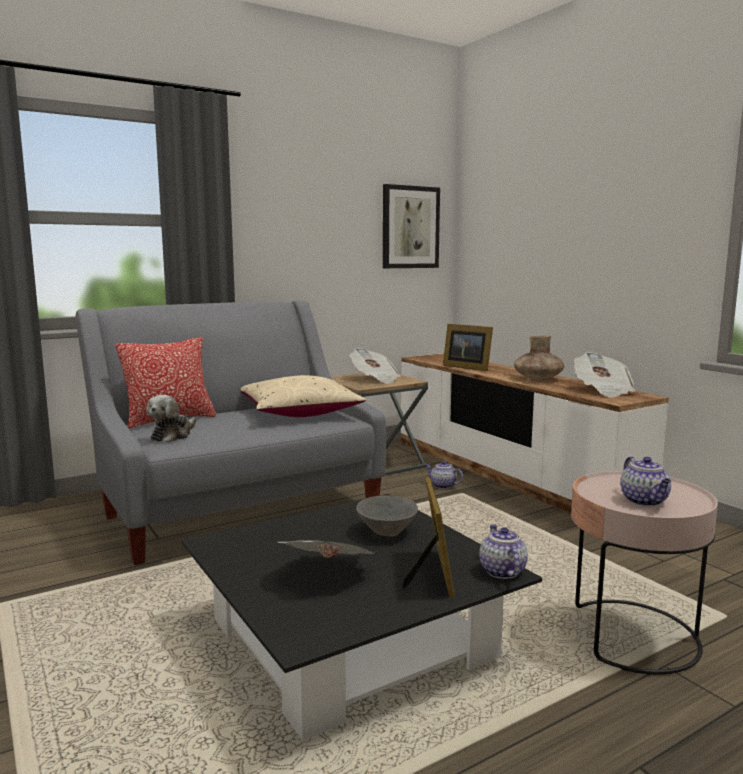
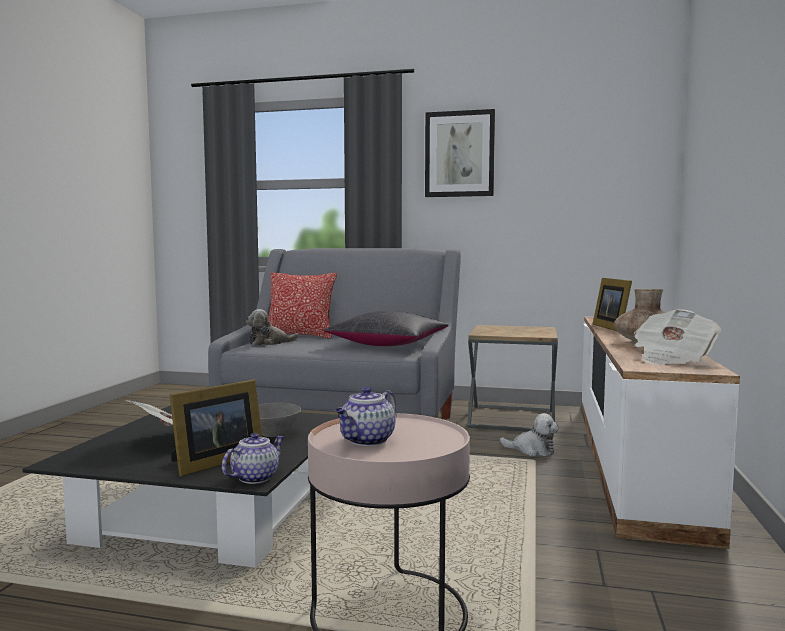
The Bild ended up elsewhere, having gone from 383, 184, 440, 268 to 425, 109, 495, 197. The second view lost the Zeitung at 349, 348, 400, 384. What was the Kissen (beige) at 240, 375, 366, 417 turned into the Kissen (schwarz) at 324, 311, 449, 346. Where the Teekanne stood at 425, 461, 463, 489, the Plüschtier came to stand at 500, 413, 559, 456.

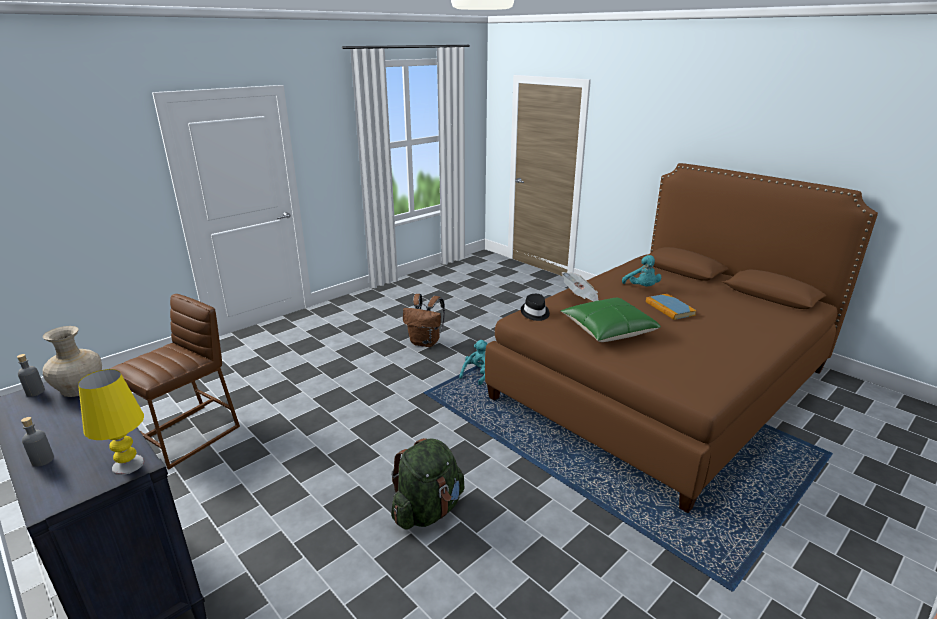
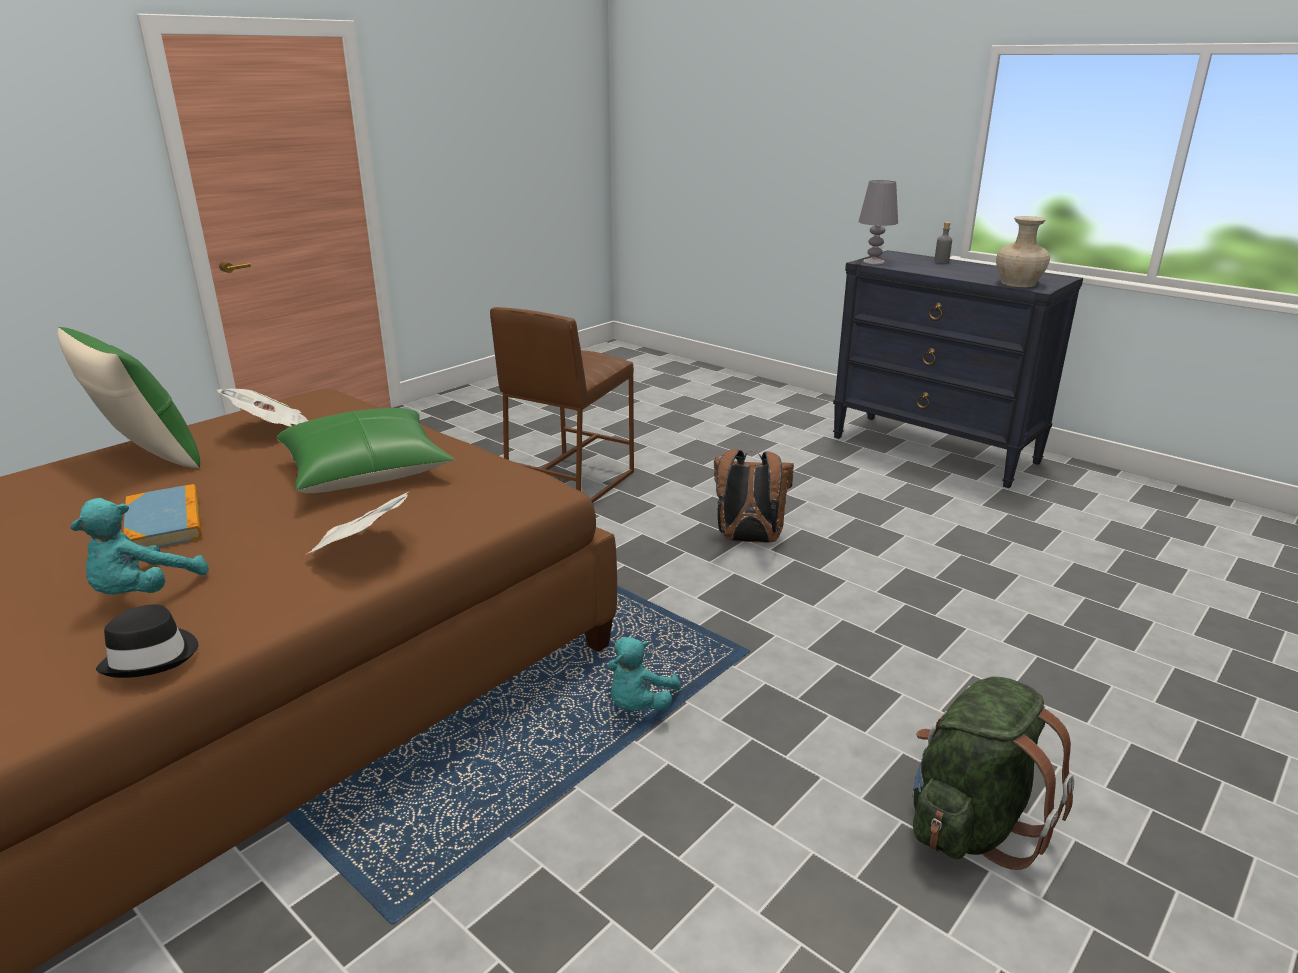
The Plüschtier (türkis) at 622, 255, 661, 286 ended up facing another way, 135 degrees counterclockwise from before. The Hocker (braun) ended up elsewhere, having gone from 110, 294, 240, 470 to 490, 307, 634, 503. The Rucksack (braun) ended up elsewhere, having gone from 403, 294, 445, 347 to 714, 449, 794, 543. The Hut (schwarz) ended up elsewhere, having gone from 521, 294, 550, 321 to 96, 604, 198, 678. The second view lost the Flasche (grau) at 17, 354, 45, 396. What was the Tischlampe (gelb) at 78, 369, 144, 475 turned into the Tischlampe (grau) at 859, 180, 898, 264. The Rucksack (grün) ended up elsewhere, having gone from 391, 438, 464, 530 to 912, 677, 1074, 870. The second view gained the Kissen (grün) at 57, 327, 200, 468. The second view gained the Zeitung at 217, 389, 308, 427.

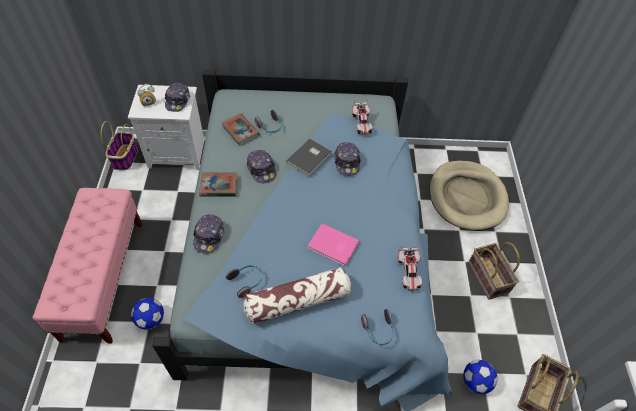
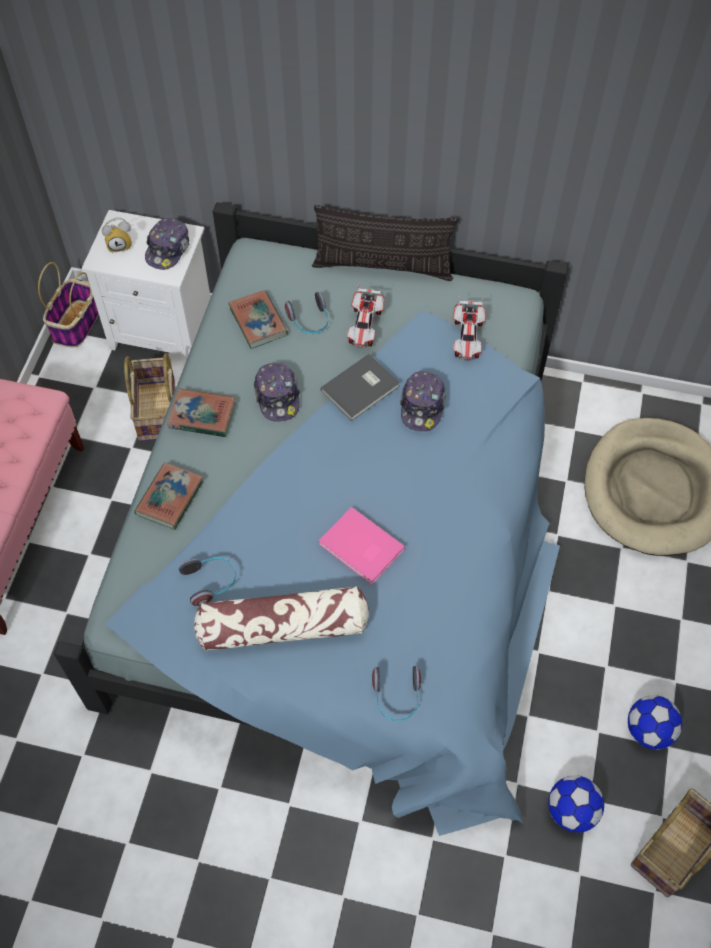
Where the Kappe stood at 193, 214, 224, 254, the Buch came to stand at 134, 462, 203, 530. The Korb ended up elsewhere, having gone from 468, 242, 520, 300 to 124, 353, 175, 441. The Spielzeugauto ended up elsewhere, having gone from 398, 243, 423, 291 to 347, 282, 384, 348. The Fußball ended up elsewhere, having gone from 131, 298, 164, 330 to 628, 695, 682, 750. The second view gained the Kissen at 312, 205, 458, 281.

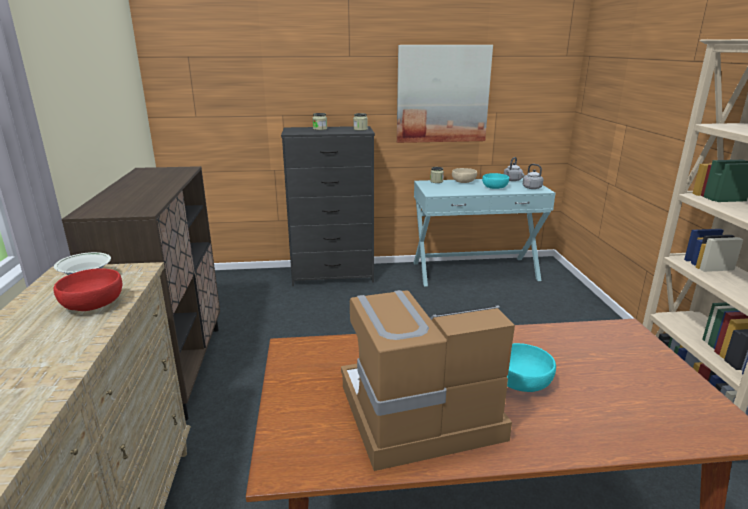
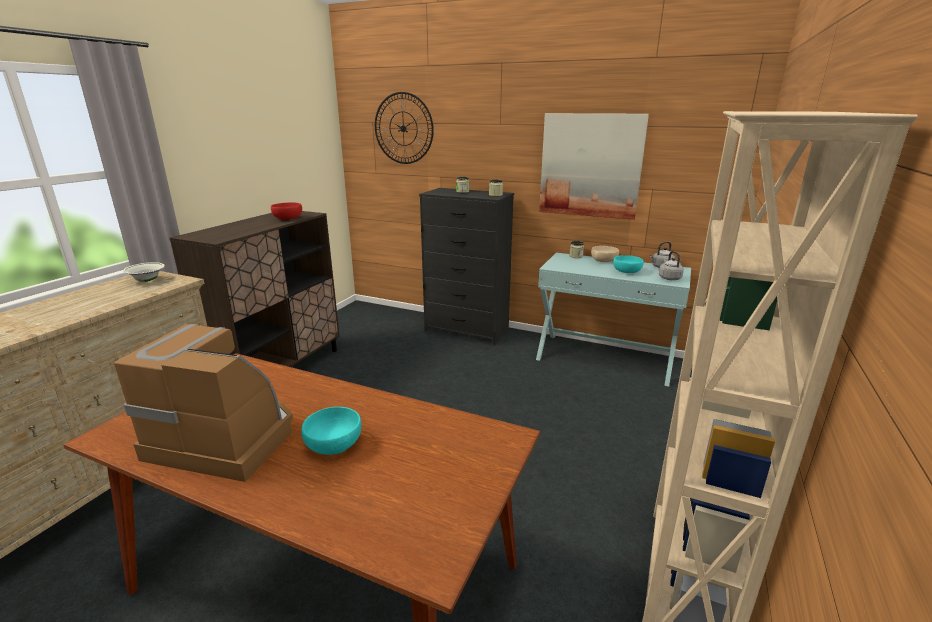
The Schüssel (rot) ended up elsewhere, having gone from 54, 268, 122, 311 to 271, 202, 302, 219. The second view gained the Wanduhr at 375, 92, 434, 164.

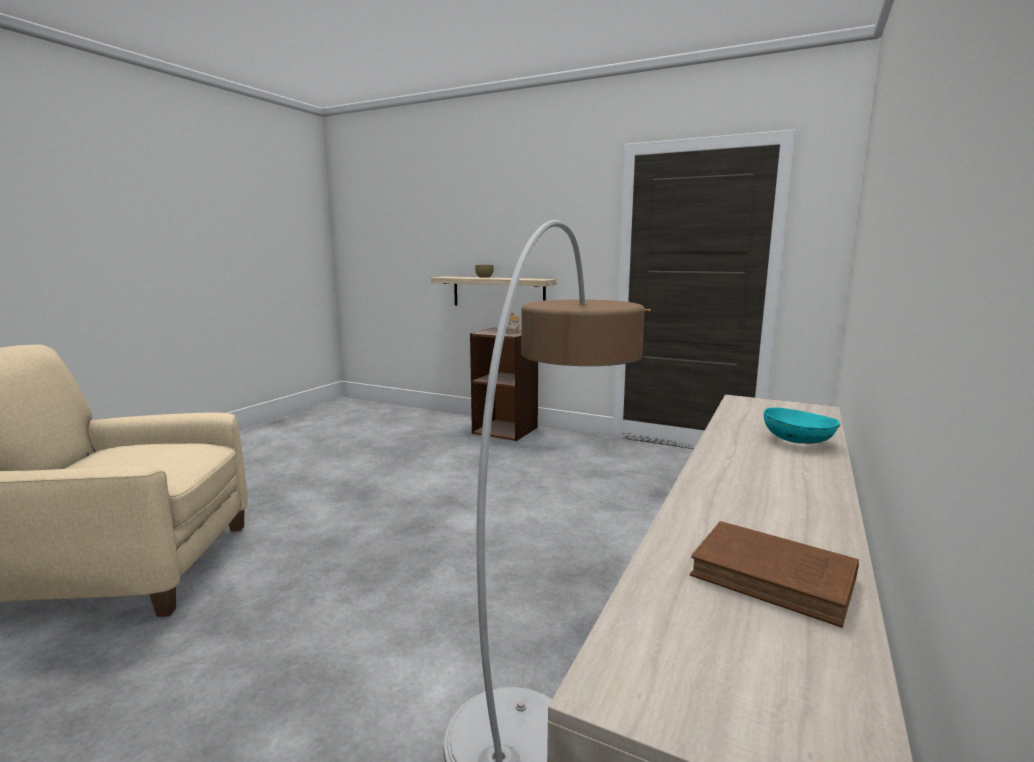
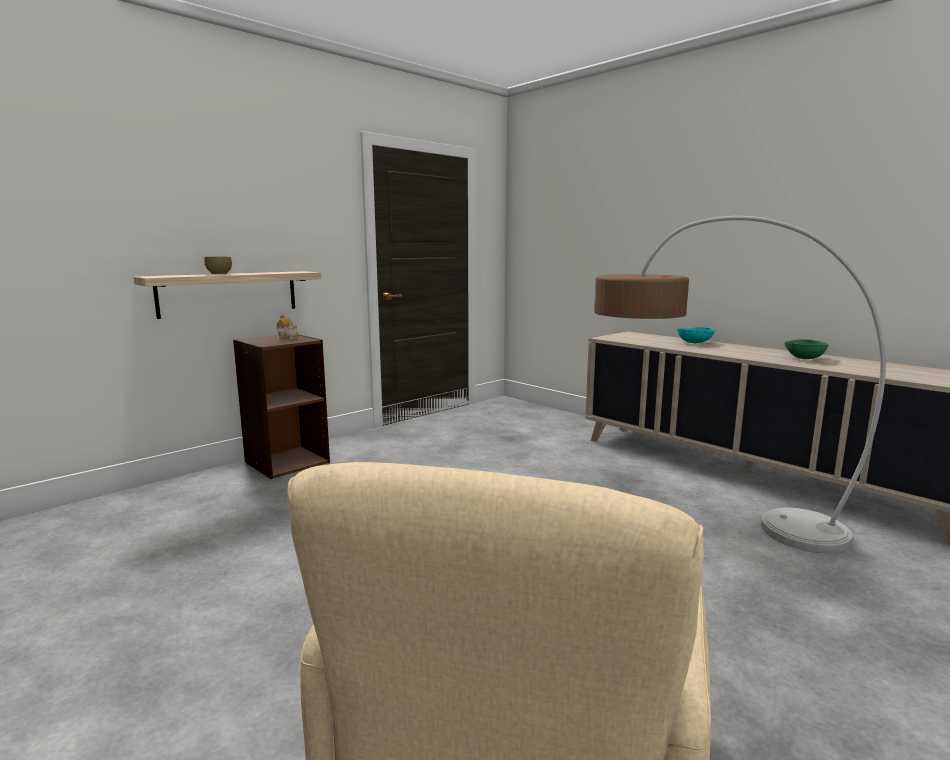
The second view lost the Buch (braun) at 690, 521, 859, 628. The second view gained the Schüssel (grün) at 784, 339, 829, 359.

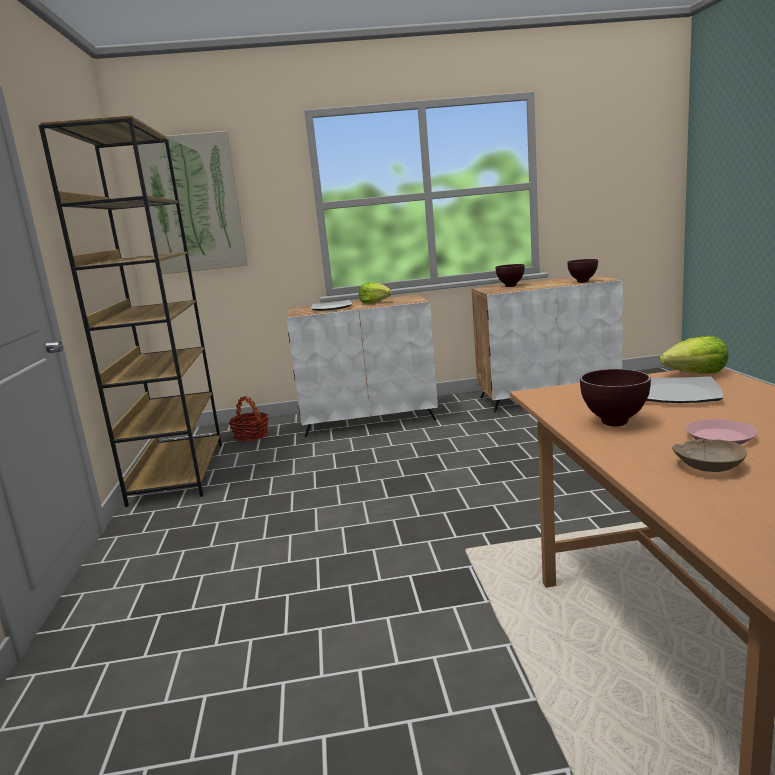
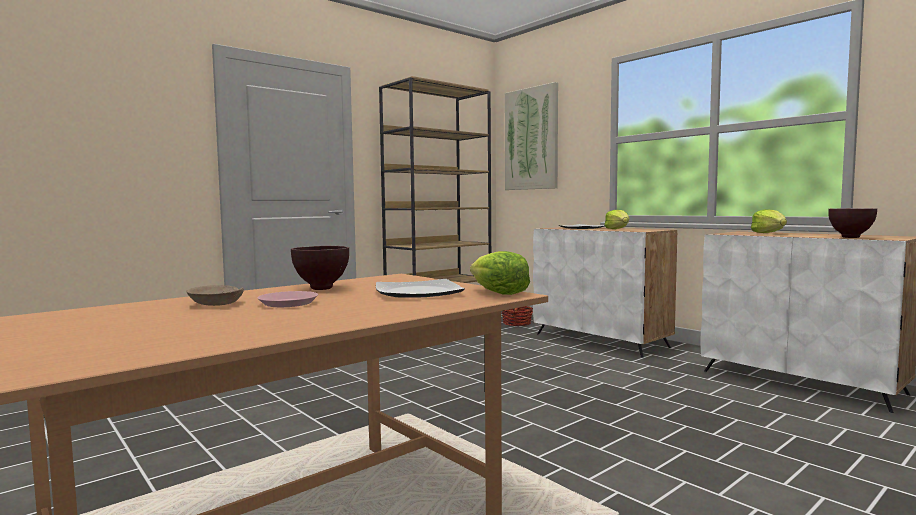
Where the Schüssel (braun) stood at 496, 264, 525, 287, the Salatkopf came to stand at 751, 209, 787, 233.

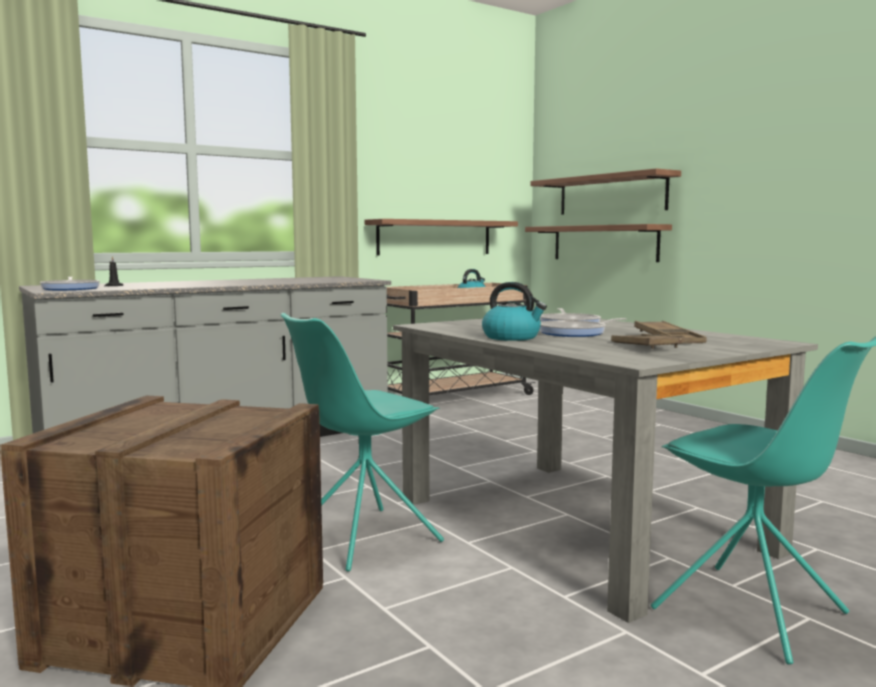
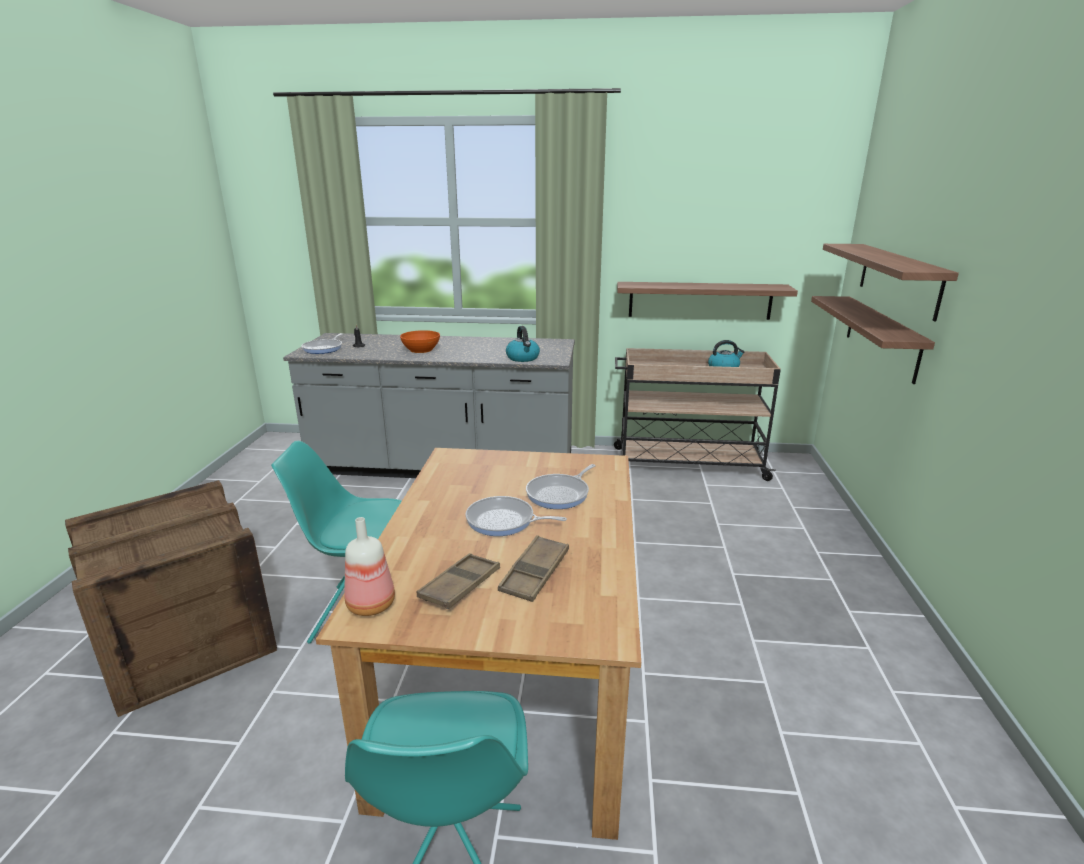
The Wasserkessel ended up elsewhere, having gone from 482, 282, 547, 341 to 506, 326, 540, 362. What was the Esstisch (grau) at 393, 313, 818, 623 turned into the Esstisch (braun) at 316, 448, 641, 840. The second view gained the Schüssel (orange) at 400, 330, 440, 353. The second view gained the Flasche at 344, 517, 395, 616.

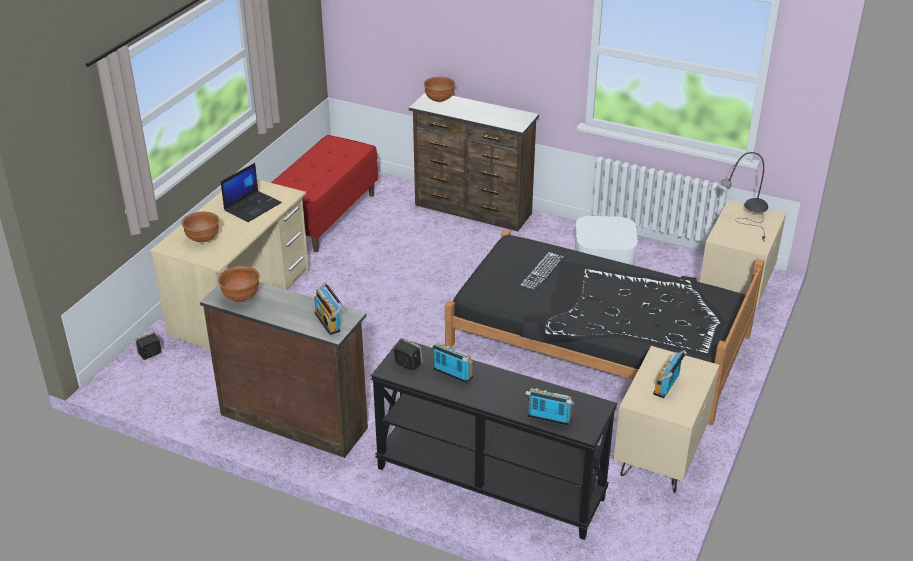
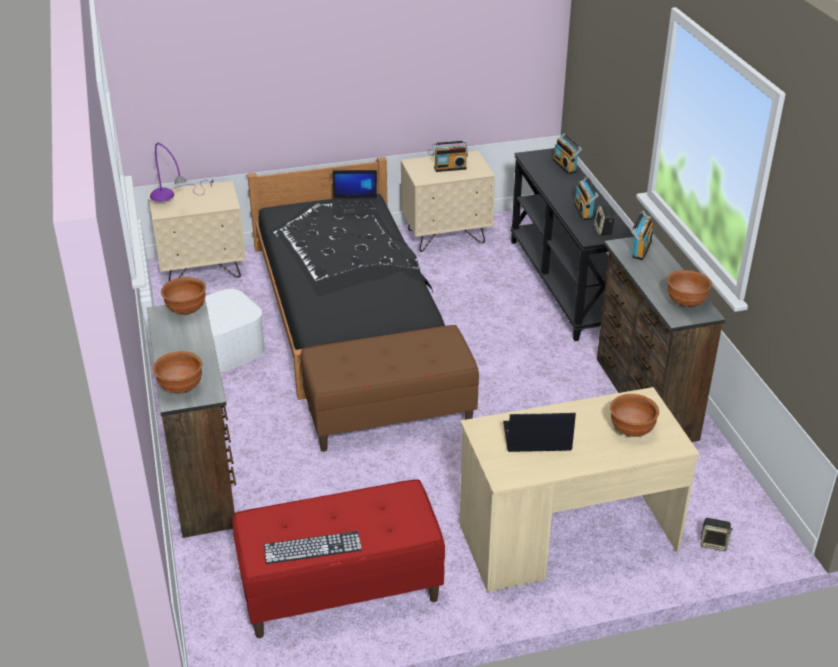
What was the Tischlampe (grau) at 721, 152, 768, 241 turned into the Tischlampe (lila) at 150, 143, 213, 202. The Tastatur ended up elsewhere, having gone from 520, 252, 564, 291 to 264, 531, 362, 564. The second view gained the Laptop at 332, 170, 378, 215. The second view gained the Schüssel (braun) at 161, 277, 206, 315. The second view gained the Bank (braun) at 301, 325, 479, 452.

